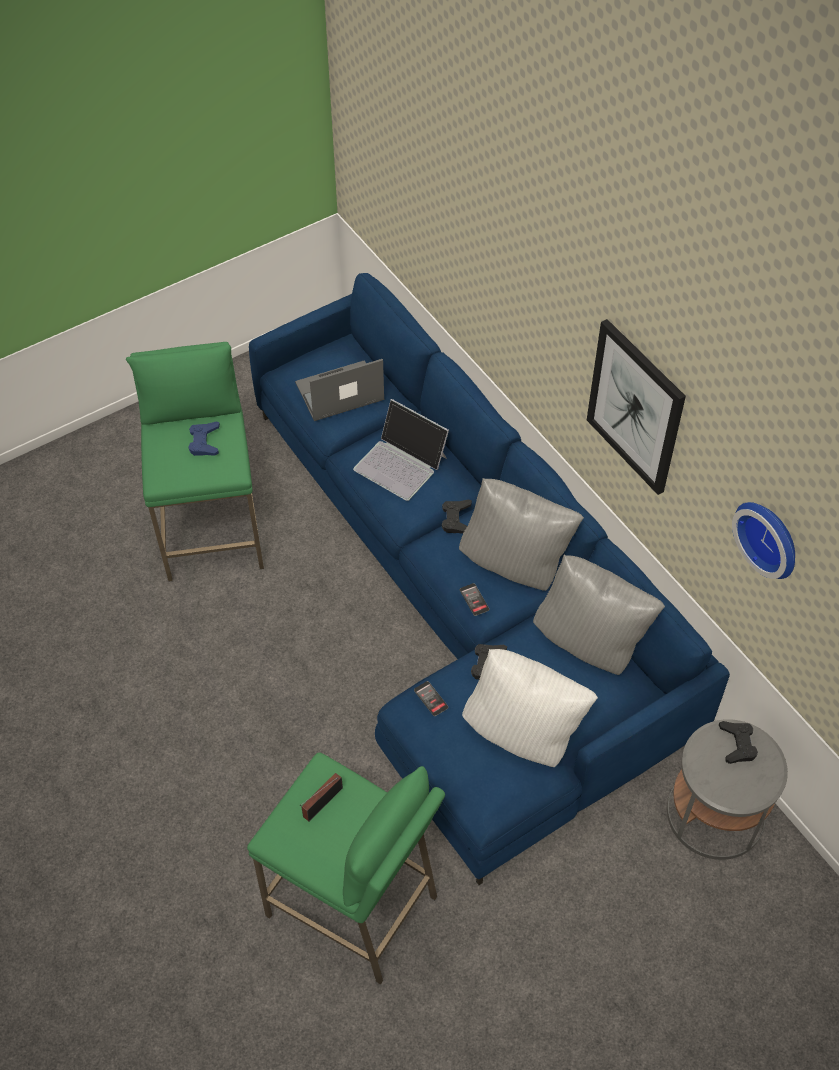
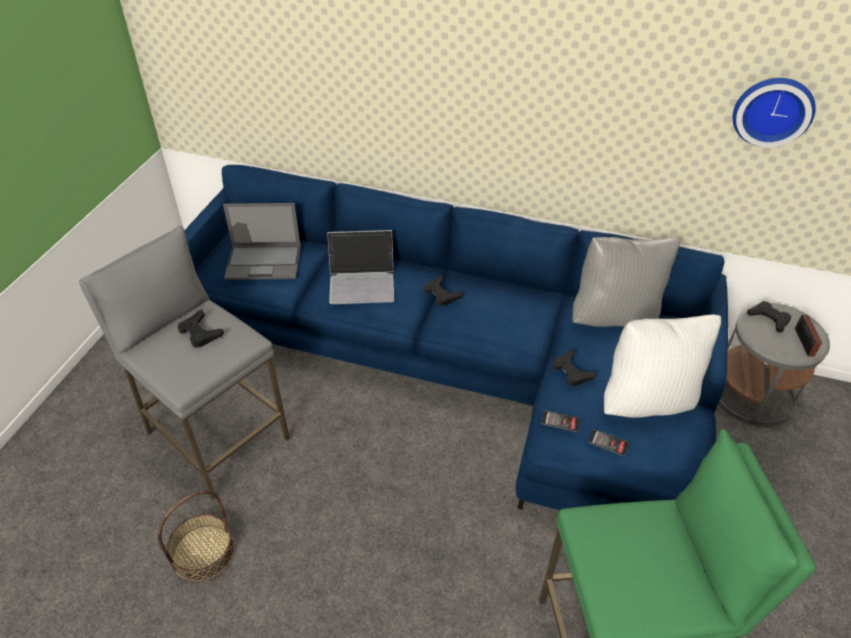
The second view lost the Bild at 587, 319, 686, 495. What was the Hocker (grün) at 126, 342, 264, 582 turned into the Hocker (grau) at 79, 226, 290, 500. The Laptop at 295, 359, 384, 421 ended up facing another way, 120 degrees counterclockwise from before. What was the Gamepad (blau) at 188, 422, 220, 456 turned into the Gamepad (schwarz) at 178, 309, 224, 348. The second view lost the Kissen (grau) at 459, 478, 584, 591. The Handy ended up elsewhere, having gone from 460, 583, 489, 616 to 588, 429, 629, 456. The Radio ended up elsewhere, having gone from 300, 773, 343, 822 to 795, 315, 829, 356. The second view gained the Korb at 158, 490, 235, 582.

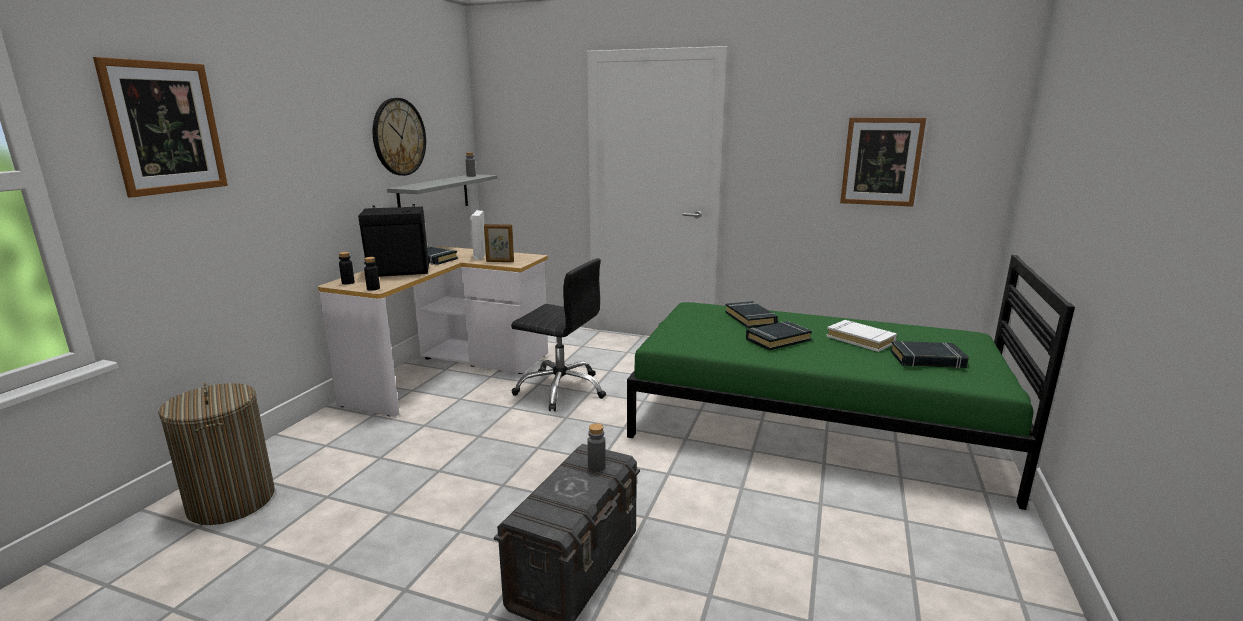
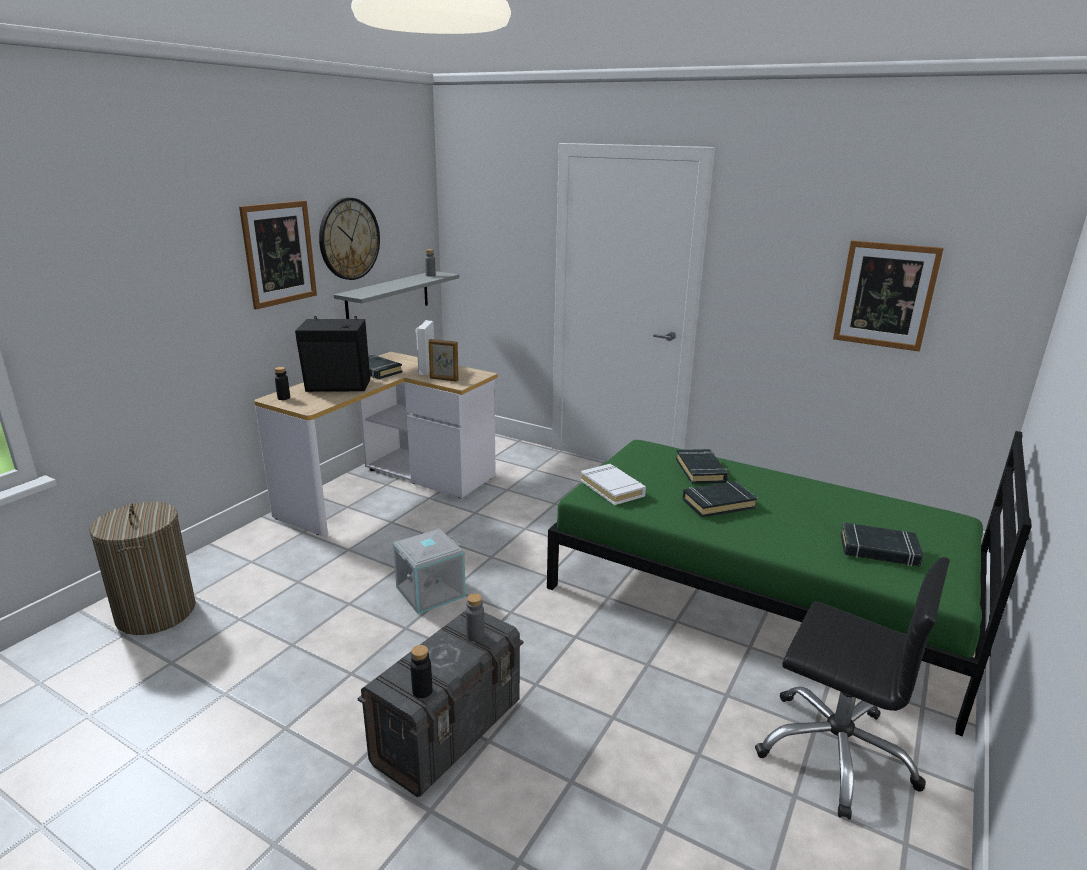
The Bild ended up elsewhere, having gone from 93, 57, 228, 198 to 239, 201, 317, 309. The Flasche (schwarz) ended up elsewhere, having gone from 364, 257, 380, 291 to 410, 645, 432, 698. The Bürostuhl (schwarz) ended up elsewhere, having gone from 511, 258, 606, 411 to 755, 557, 950, 820. The Buch (weiß) ended up elsewhere, having gone from 826, 320, 897, 352 to 580, 464, 646, 505. The second view gained the Aufbewahrungsbox (grau) at 393, 528, 466, 614.

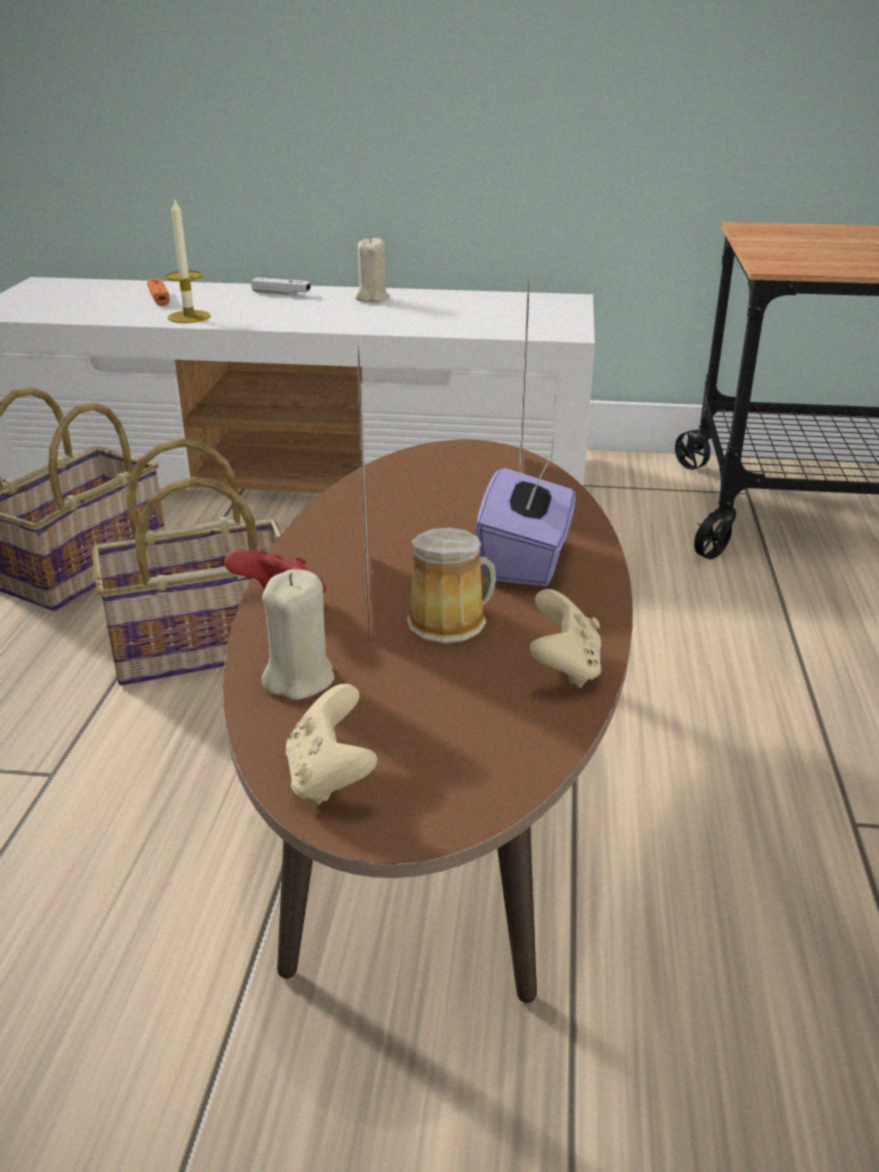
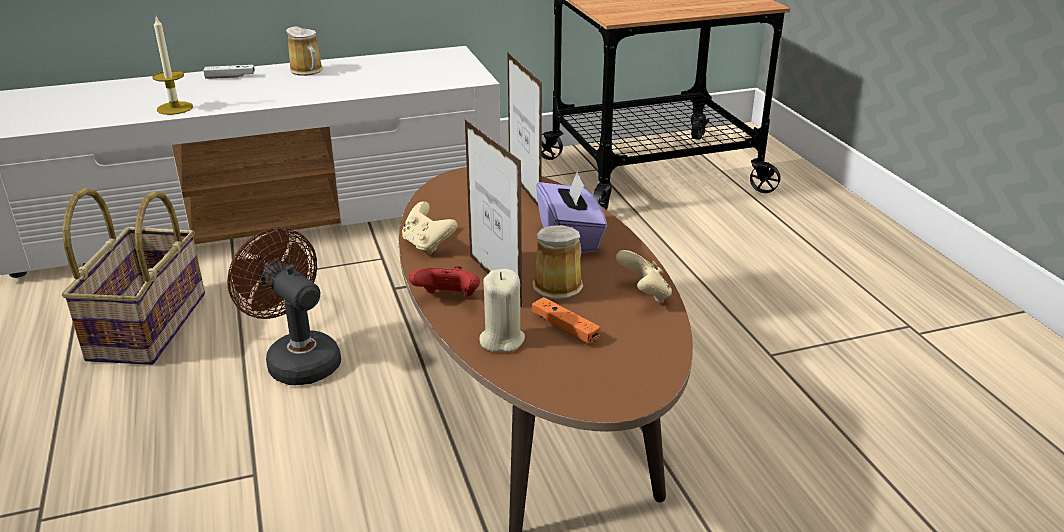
Where the Kerze (beige) stood at 355, 237, 390, 302, the Henkelbecher came to stand at 286, 26, 323, 76. The Gamepad (orange) ended up elsewhere, having gone from 147, 278, 170, 306 to 532, 297, 600, 345. Where the Korb stood at 92, 438, 282, 686, the Ventilator (braun) came to stand at 227, 228, 341, 385. The Gamepad (beige) ended up elsewhere, having gone from 286, 684, 377, 806 to 402, 201, 458, 255.

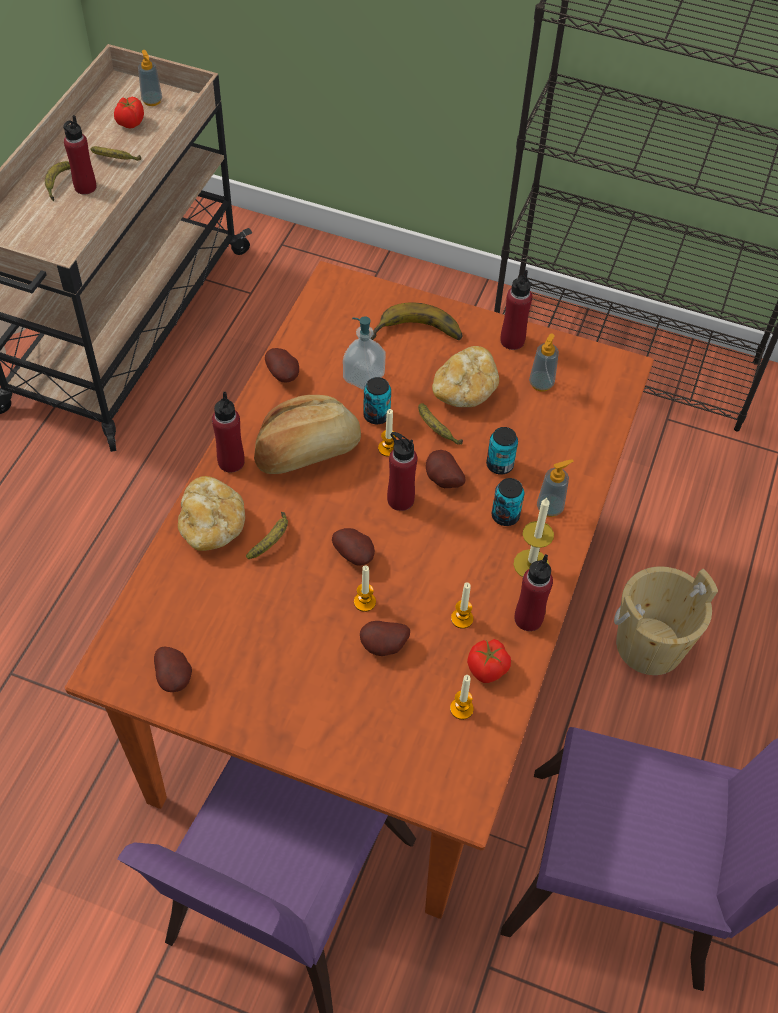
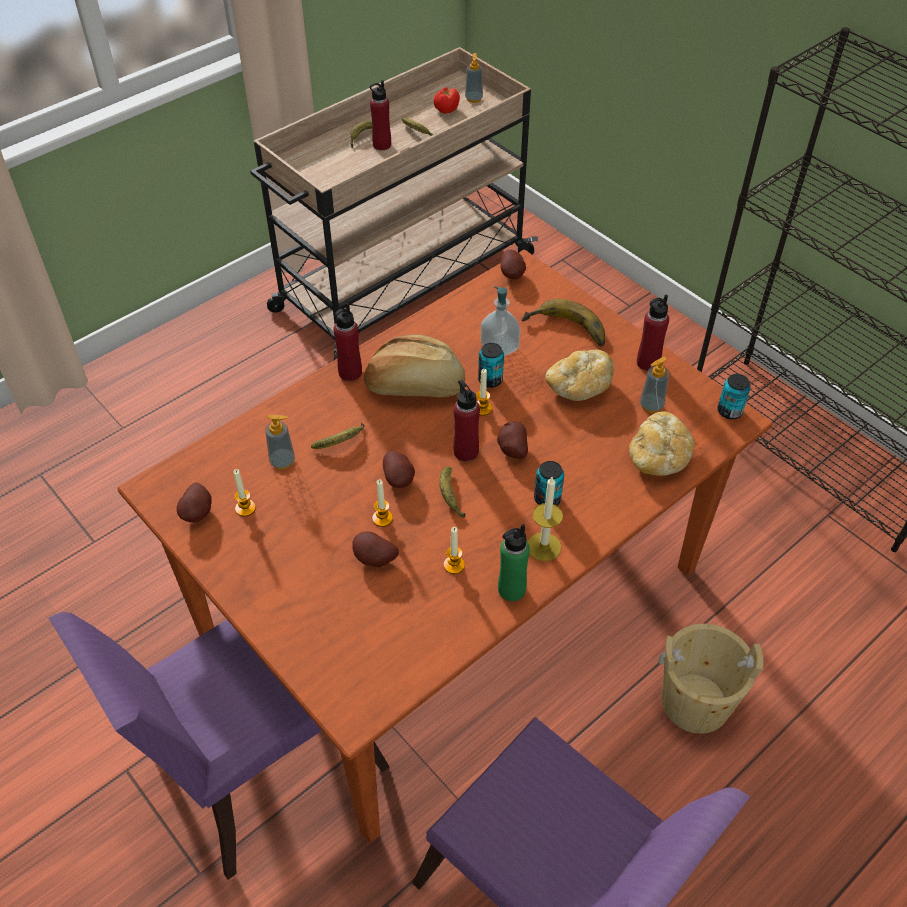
The Kartoffel ended up elsewhere, having gone from 265, 348, 299, 382 to 501, 249, 526, 279. The Banane ended up elsewhere, having gone from 418, 403, 463, 445 to 440, 467, 466, 518. The Dose ended up elsewhere, having gone from 486, 427, 518, 475 to 717, 374, 751, 419. The Seifenspender ended up elsewhere, having gone from 537, 460, 574, 517 to 265, 414, 295, 470. The Brot ended up elsewhere, having gone from 178, 476, 245, 551 to 629, 412, 694, 476. What was the Flasche (rot) at 514, 554, 553, 631 turned into the Flasche (grün) at 498, 524, 530, 601. The second view lost the Tomate at 467, 639, 511, 683. The Kerze ended up elsewhere, having gone from 450, 675, 474, 720 to 233, 469, 256, 517.

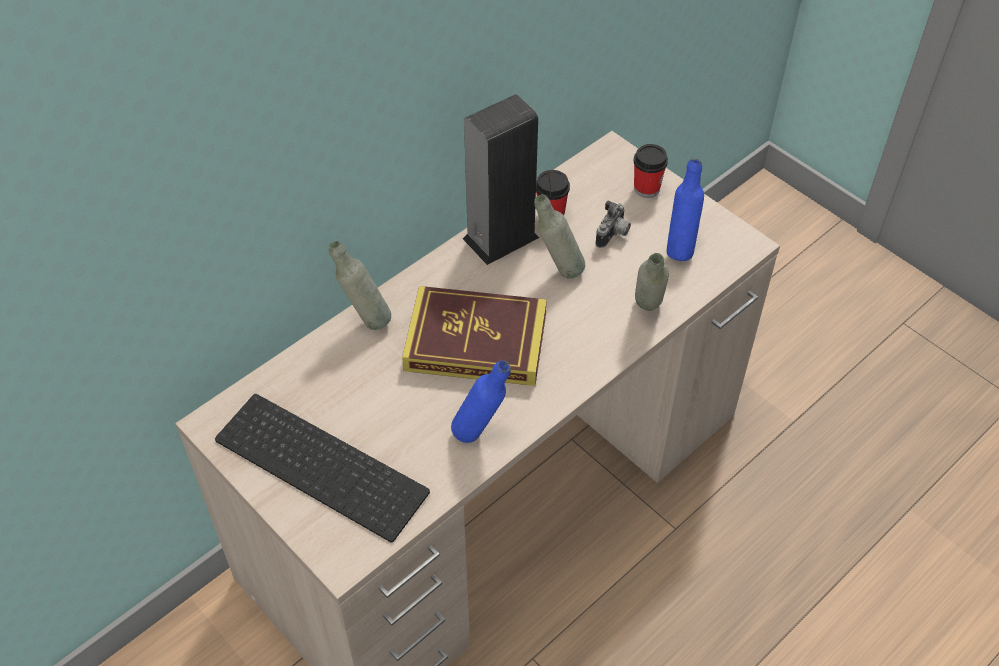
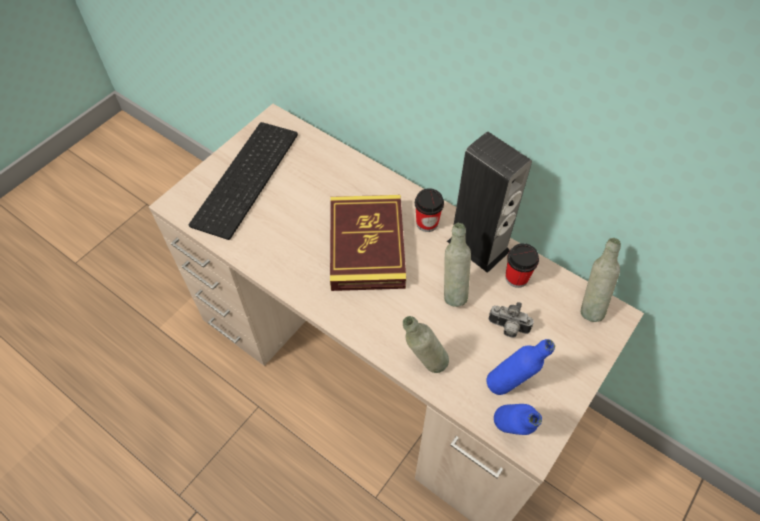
The Tasse ended up elsewhere, having gone from 634, 144, 668, 198 to 415, 188, 444, 232. The Flasche (grau) ended up elsewhere, having gone from 329, 241, 391, 330 to 581, 238, 621, 322. The Flasche (blau) ended up elsewhere, having gone from 451, 360, 511, 443 to 494, 404, 542, 435.

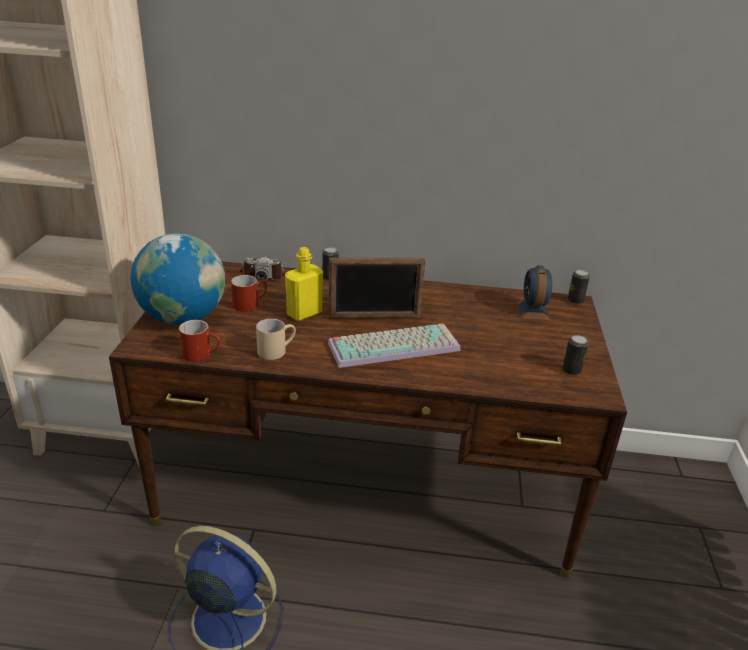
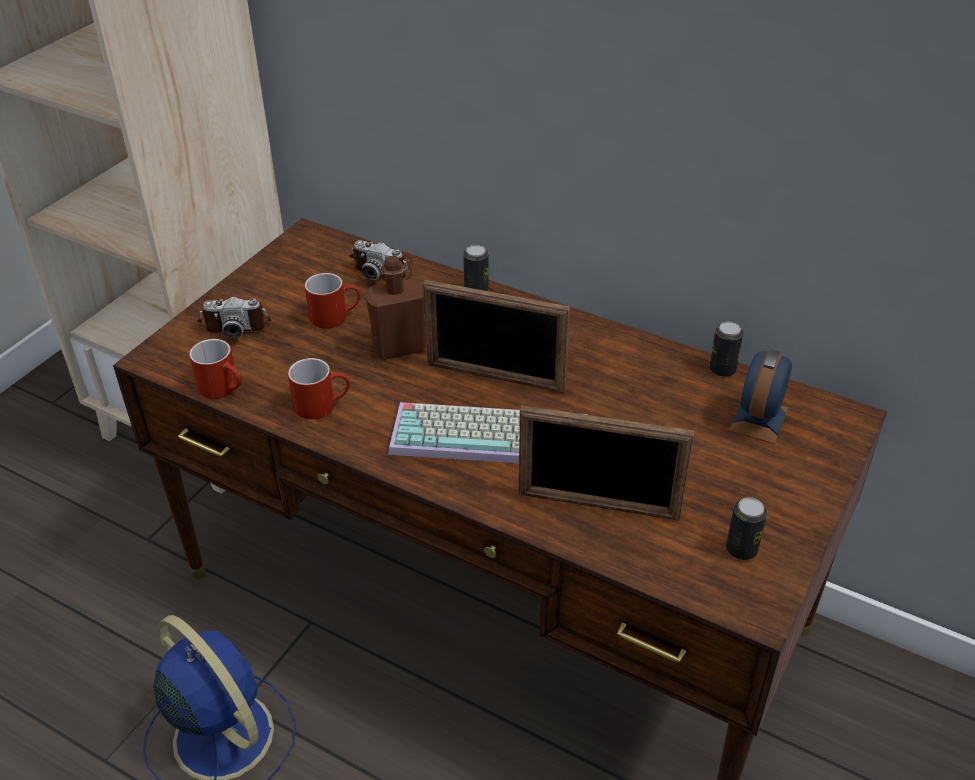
Where the Globus stood at 130, 233, 225, 325, the Kamera came to stand at 197, 297, 271, 339. What was the Flasche (gelb) at 285, 247, 323, 321 turned into the Flasche (braun) at 365, 256, 426, 360. The Dose ended up elsewhere, having gone from 568, 270, 590, 304 to 710, 322, 743, 377. What was the Henkelbecher (beige) at 256, 319, 296, 360 turned into the Henkelbecher (rot) at 288, 358, 350, 419. The second view gained the Bilderrahmen at 519, 405, 694, 521.

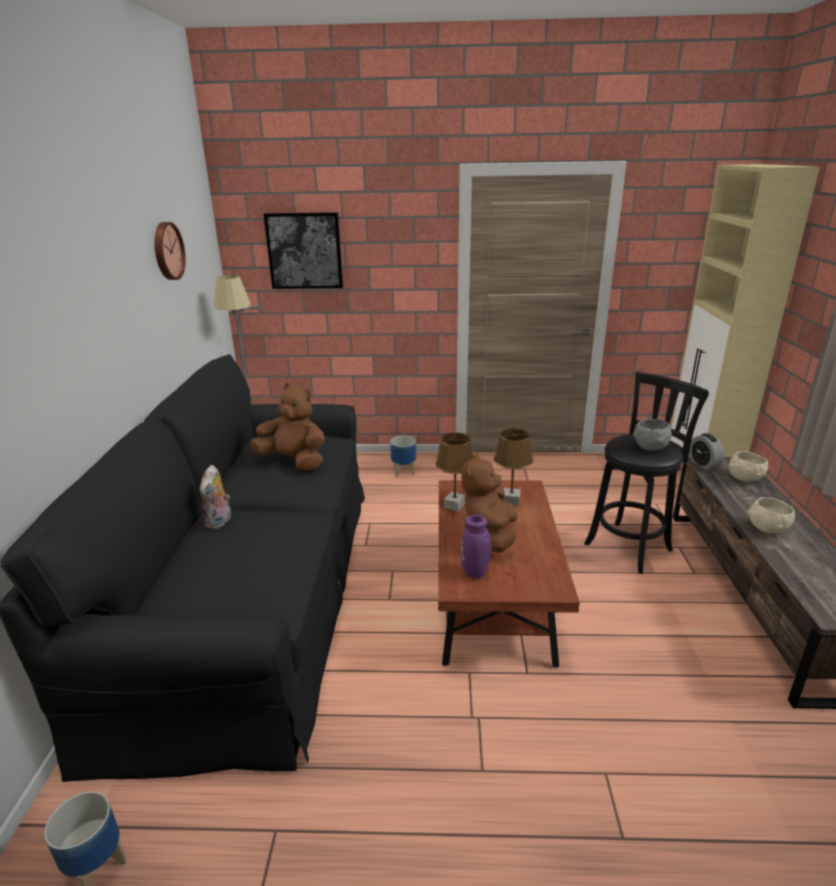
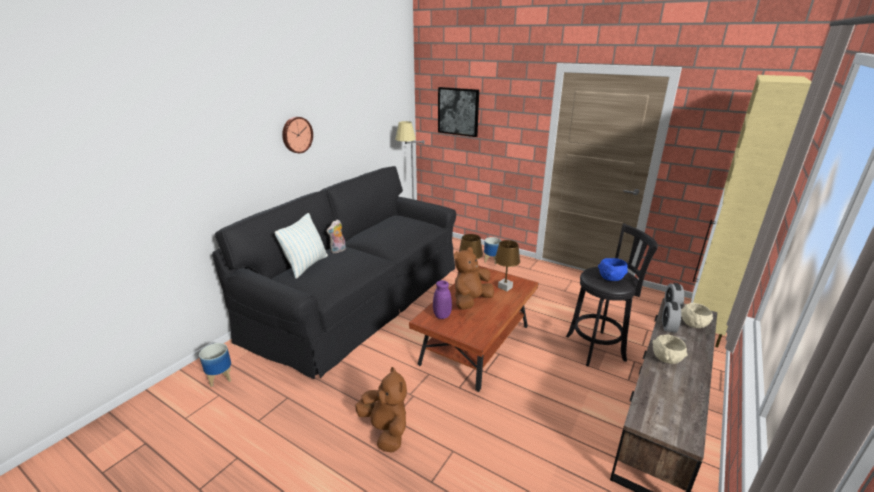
The Wanduhr ended up elsewhere, having gone from 154, 222, 186, 280 to 282, 117, 313, 153. The Plüschtier (braun) ended up elsewhere, having gone from 250, 383, 325, 471 to 355, 367, 407, 453. What was the Schüssel (grau) at 633, 419, 672, 451 turned into the Schüssel (blau) at 598, 258, 628, 281. The second view gained the Kissen at 275, 213, 328, 279. The second view gained the Wecker at 662, 301, 681, 333.

